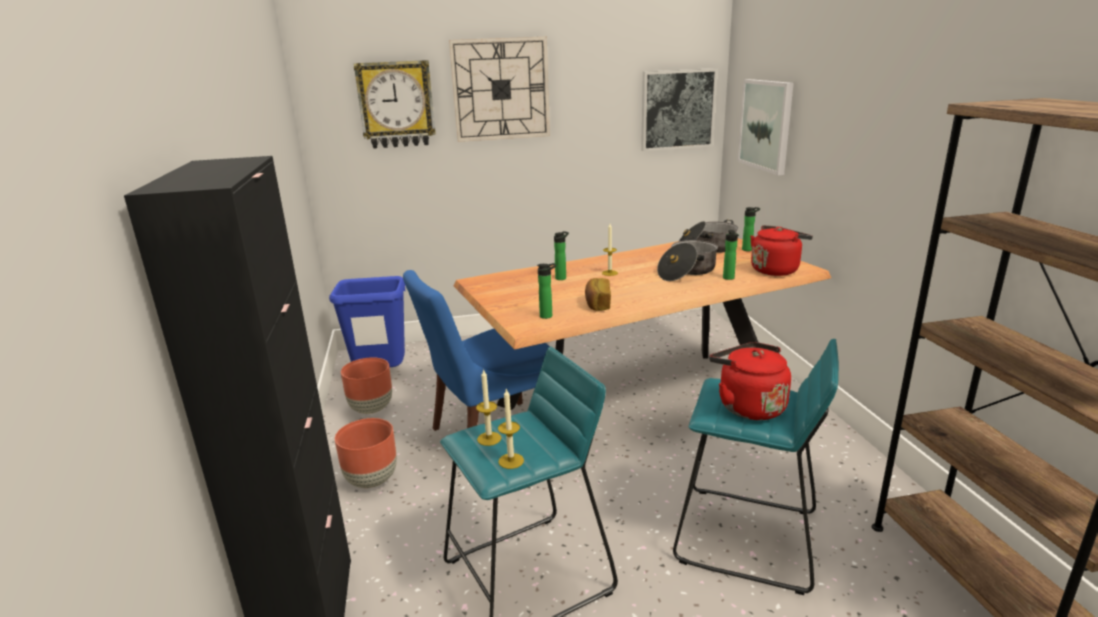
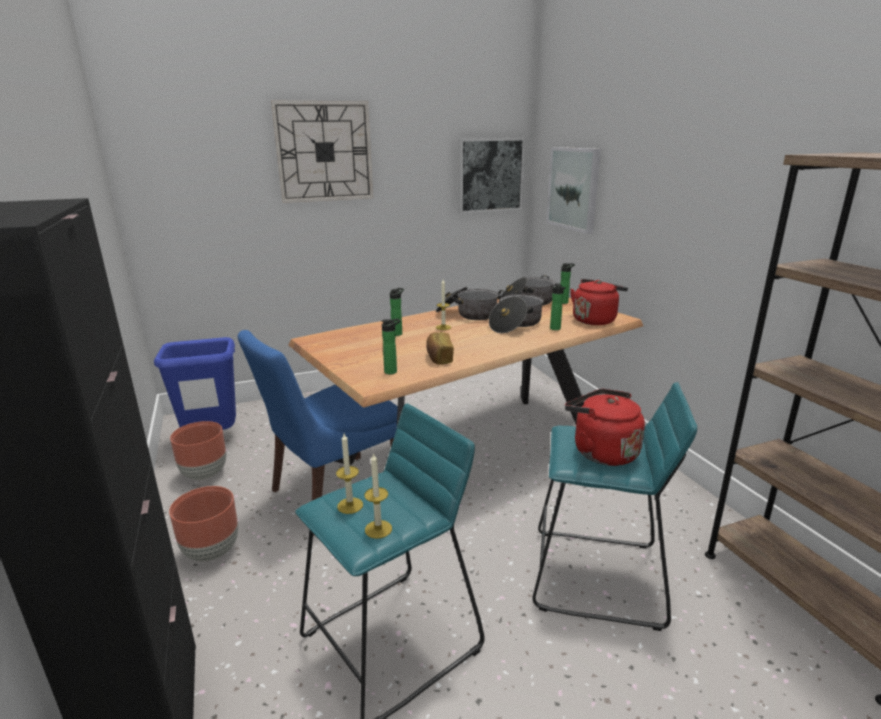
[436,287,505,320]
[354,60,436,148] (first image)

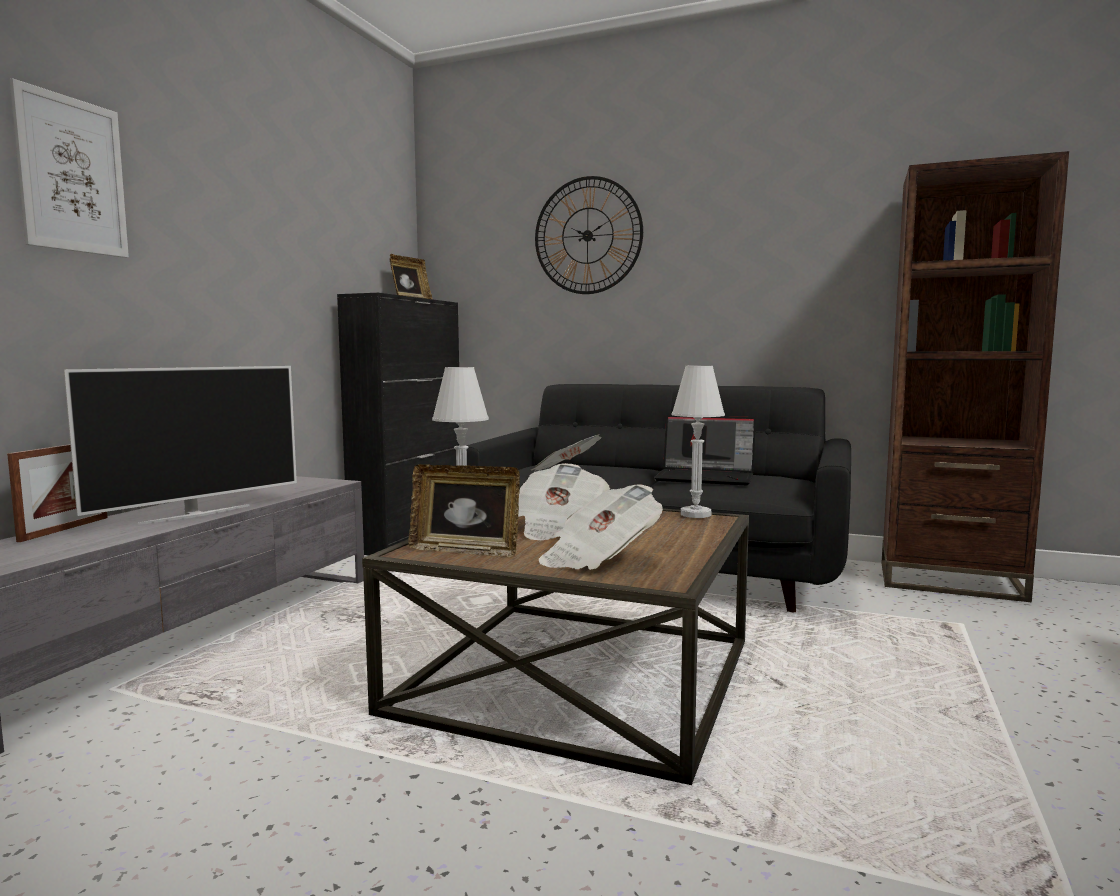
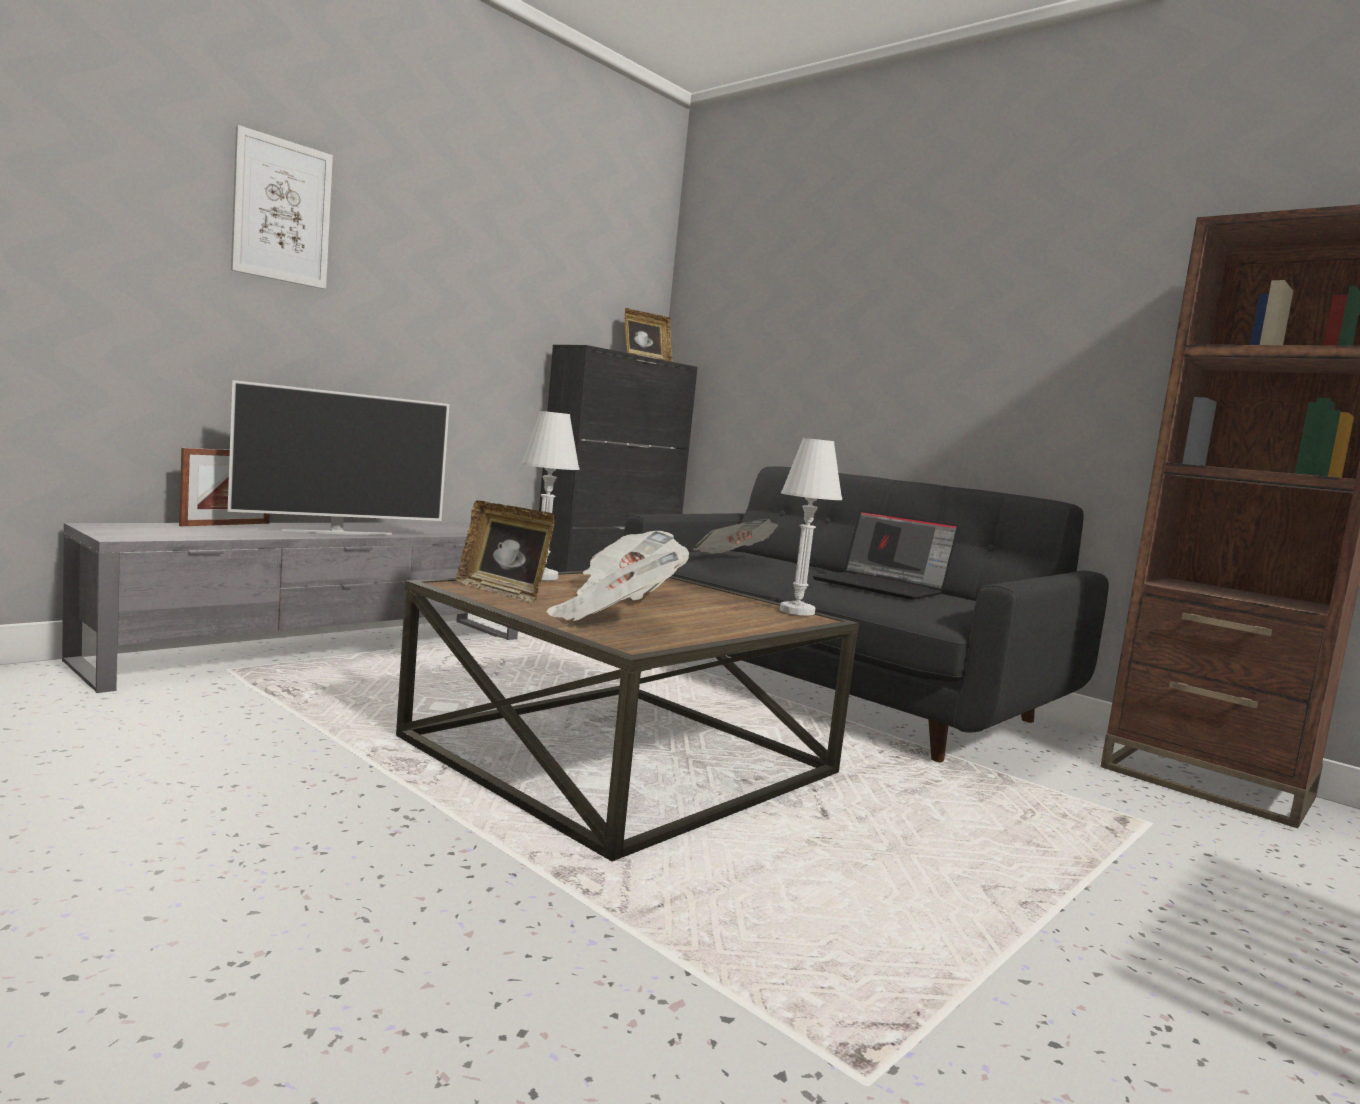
[535,176,643,294] (first image)

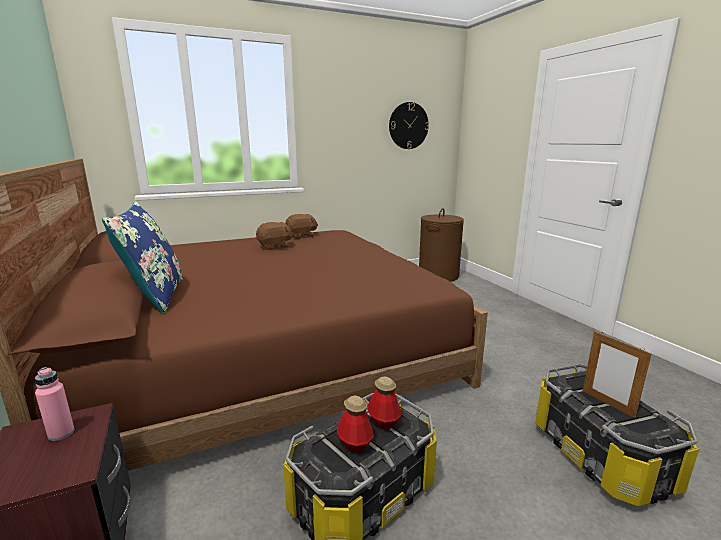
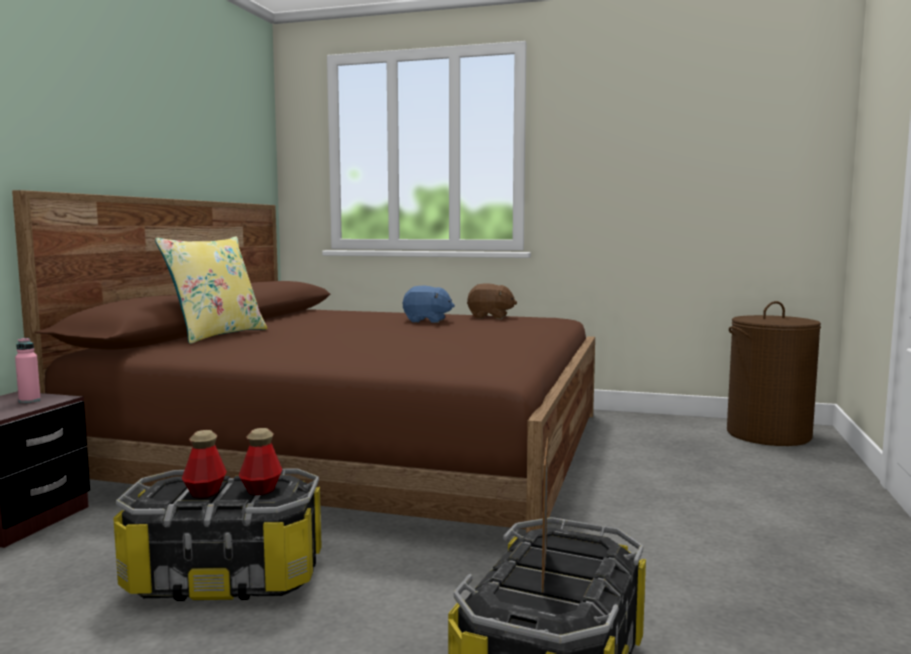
[155,236,267,344]
[403,286,455,323]
[389,102,429,149] (first image)

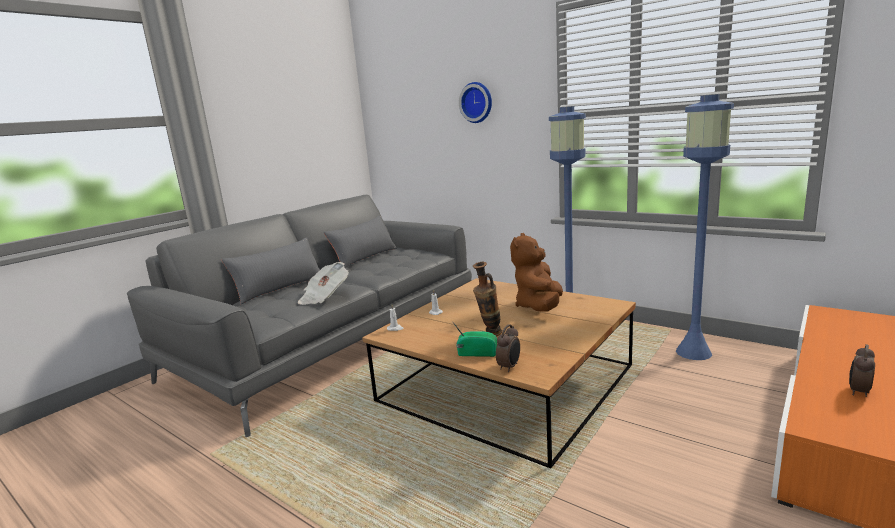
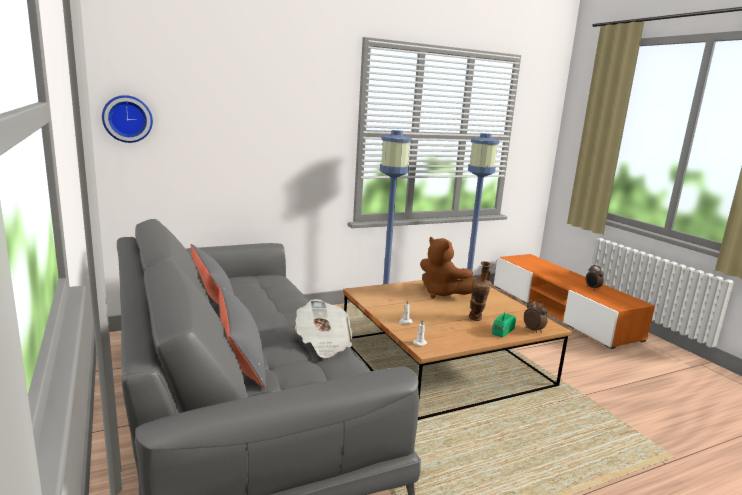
[102,95,153,143]

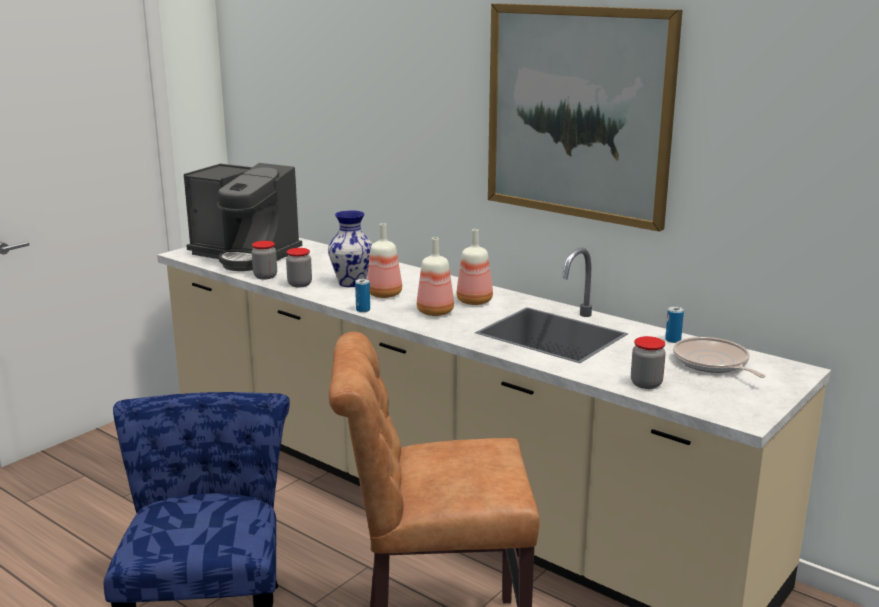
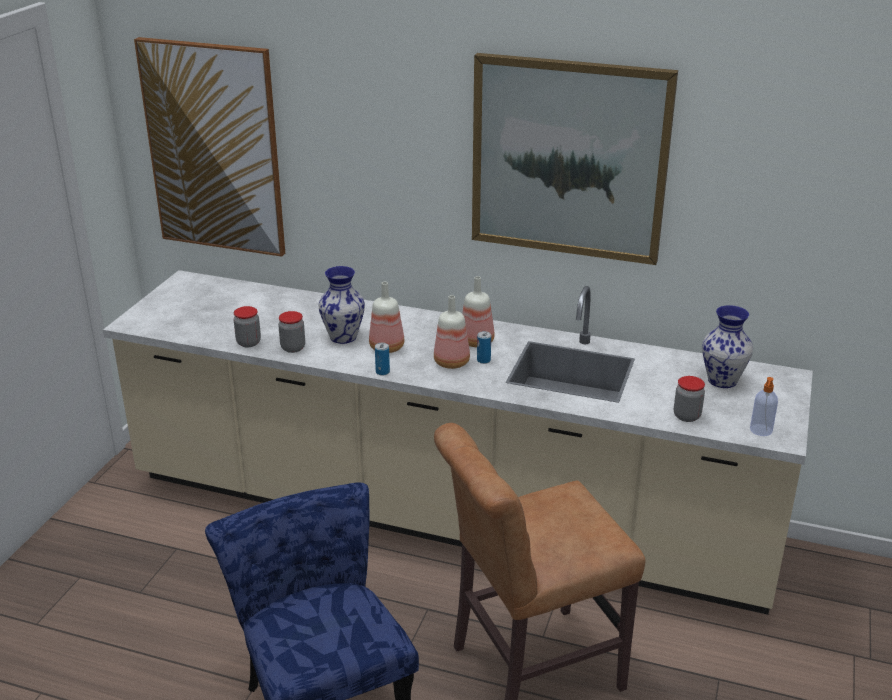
[134,37,285,257]
[477,331,491,364]
[702,305,753,388]
[750,377,778,436]
[184,163,302,271] (first image)

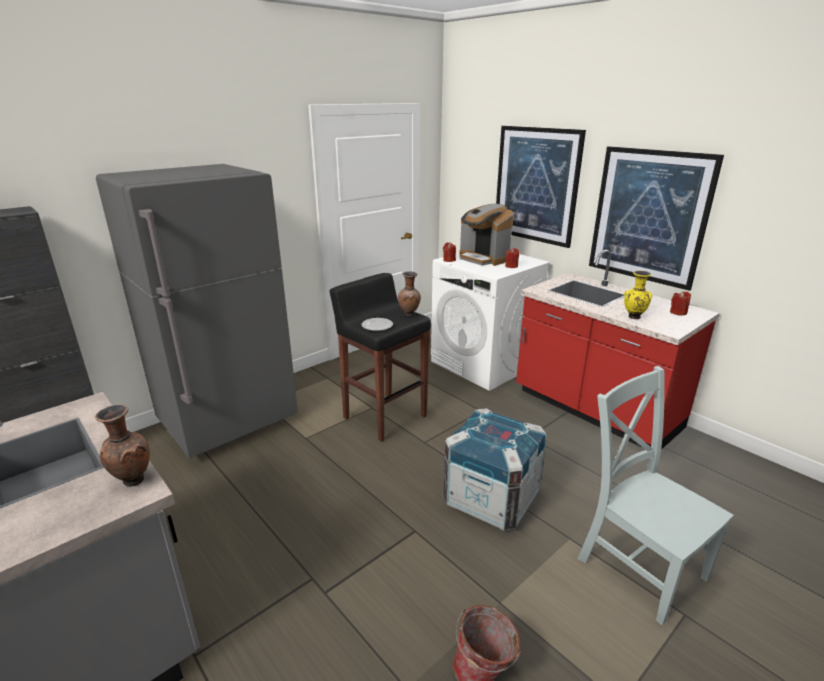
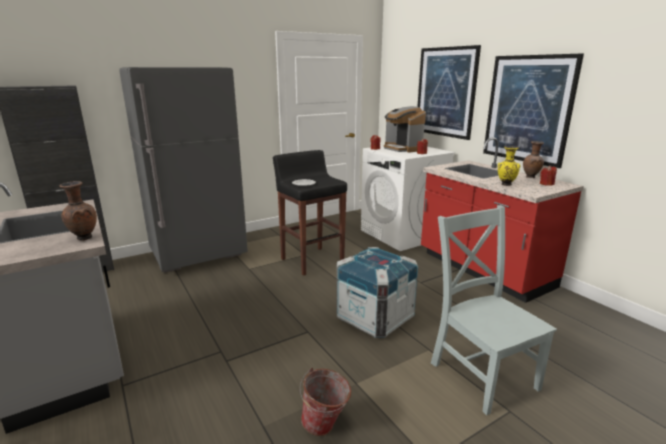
[523,141,544,178]

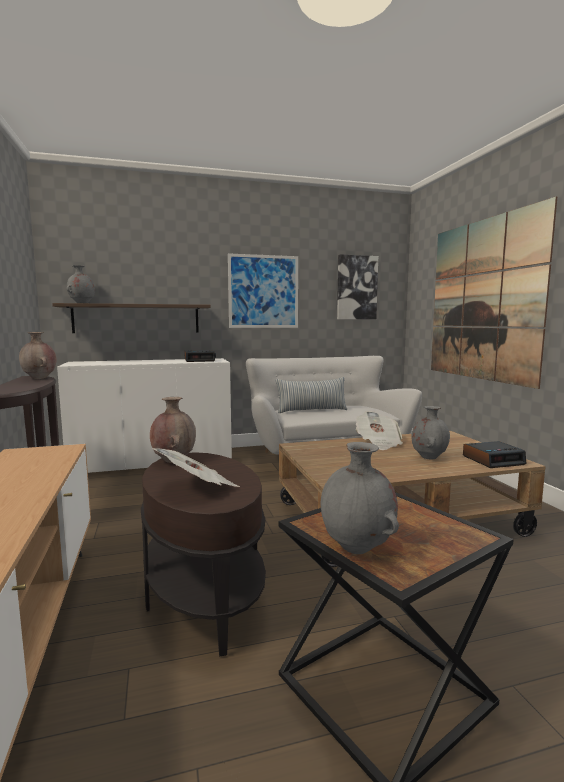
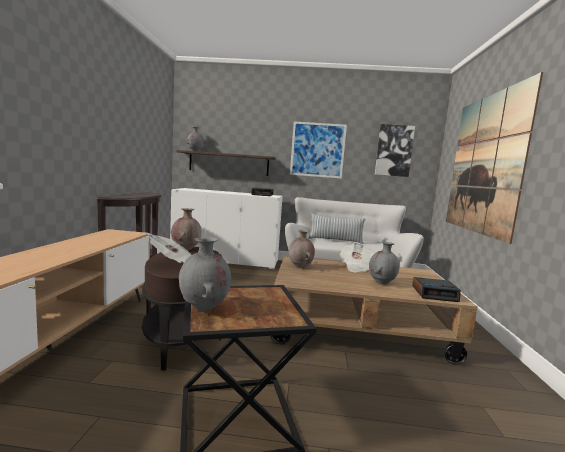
[289,230,315,268]

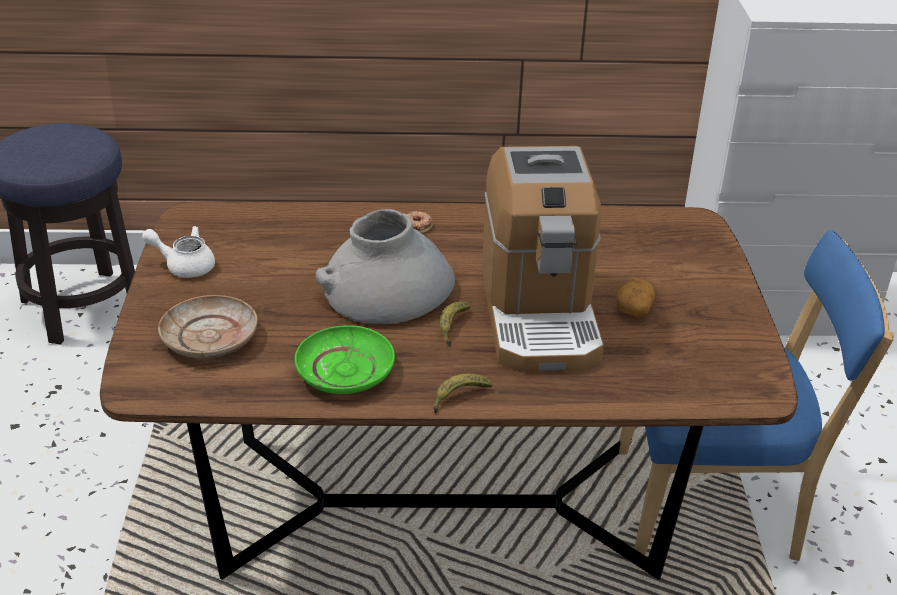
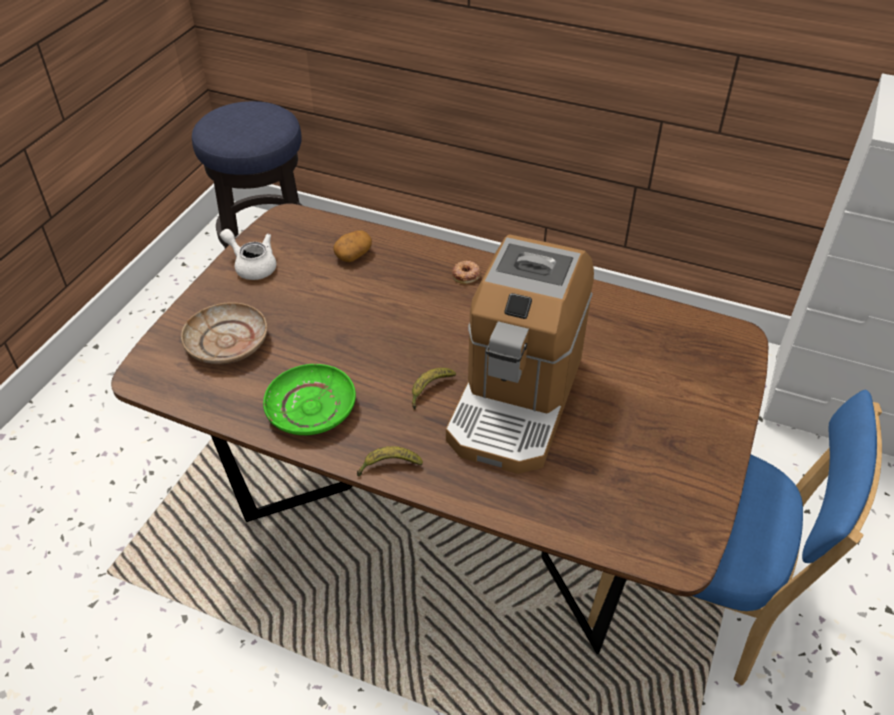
[333,230,372,262]
[316,209,455,324] (first image)

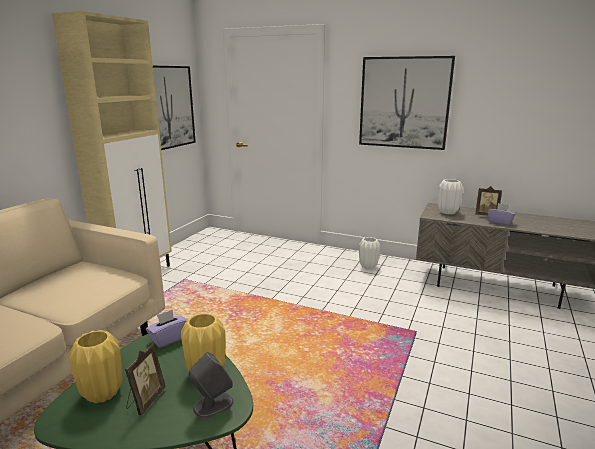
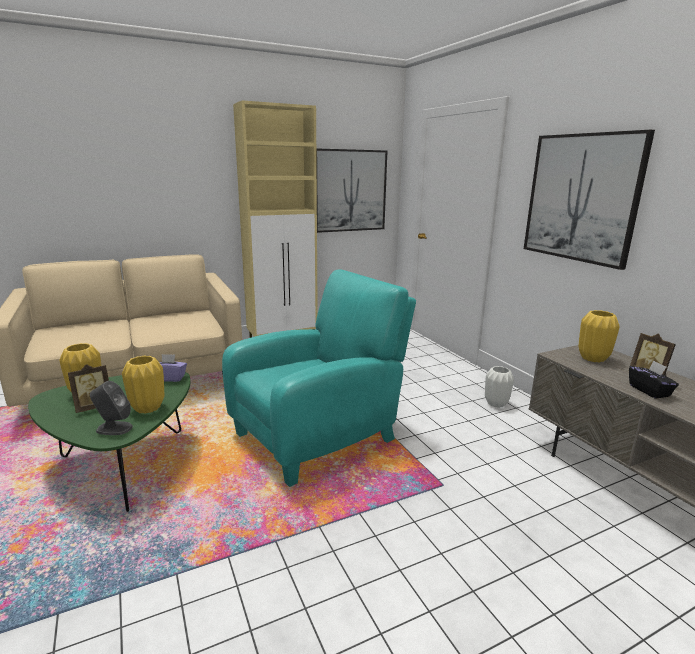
[222,269,416,487]
[578,310,620,362]
[629,360,679,399]

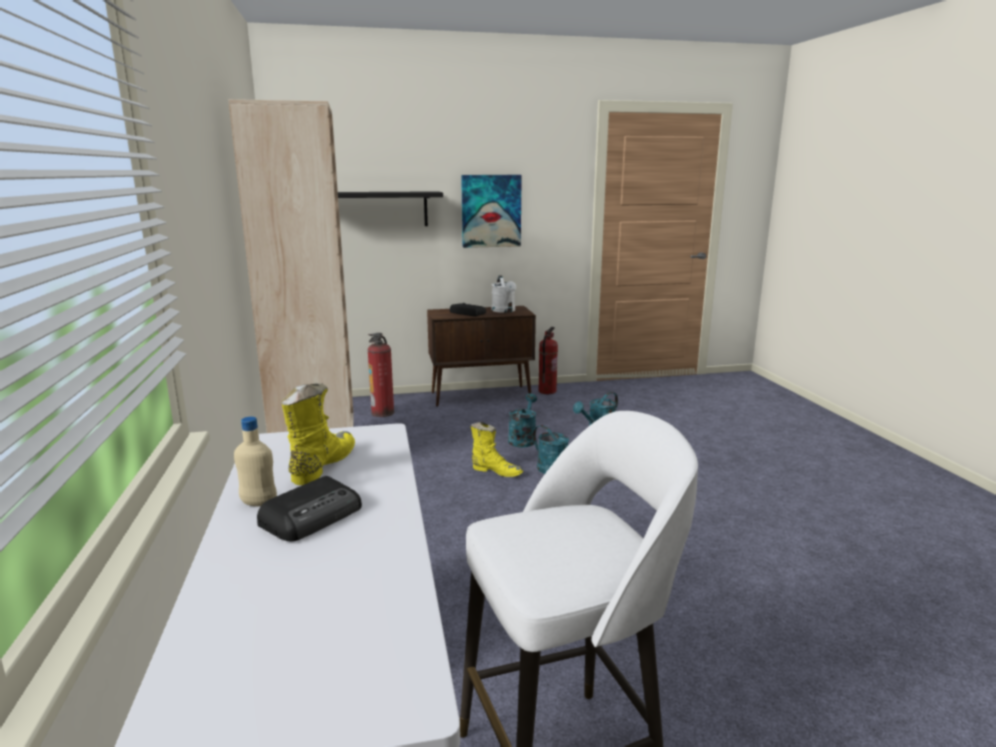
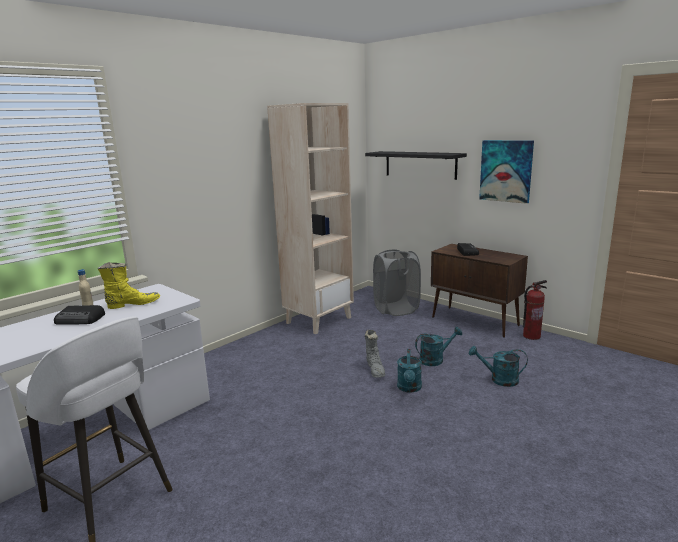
[365,330,385,378]
[373,249,421,316]
[492,275,516,313] (first image)

